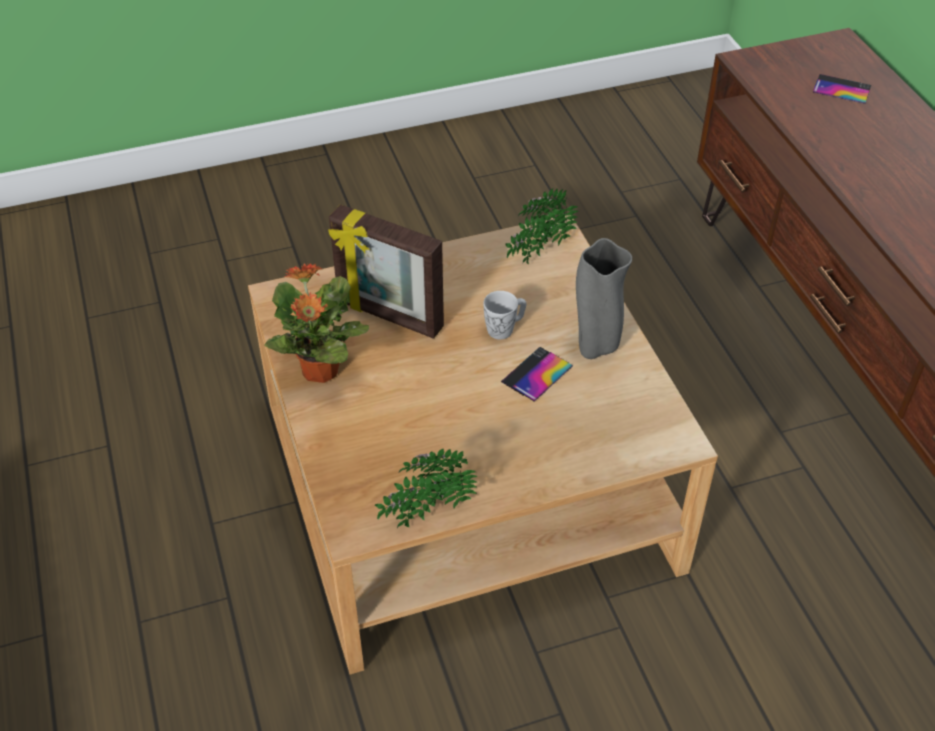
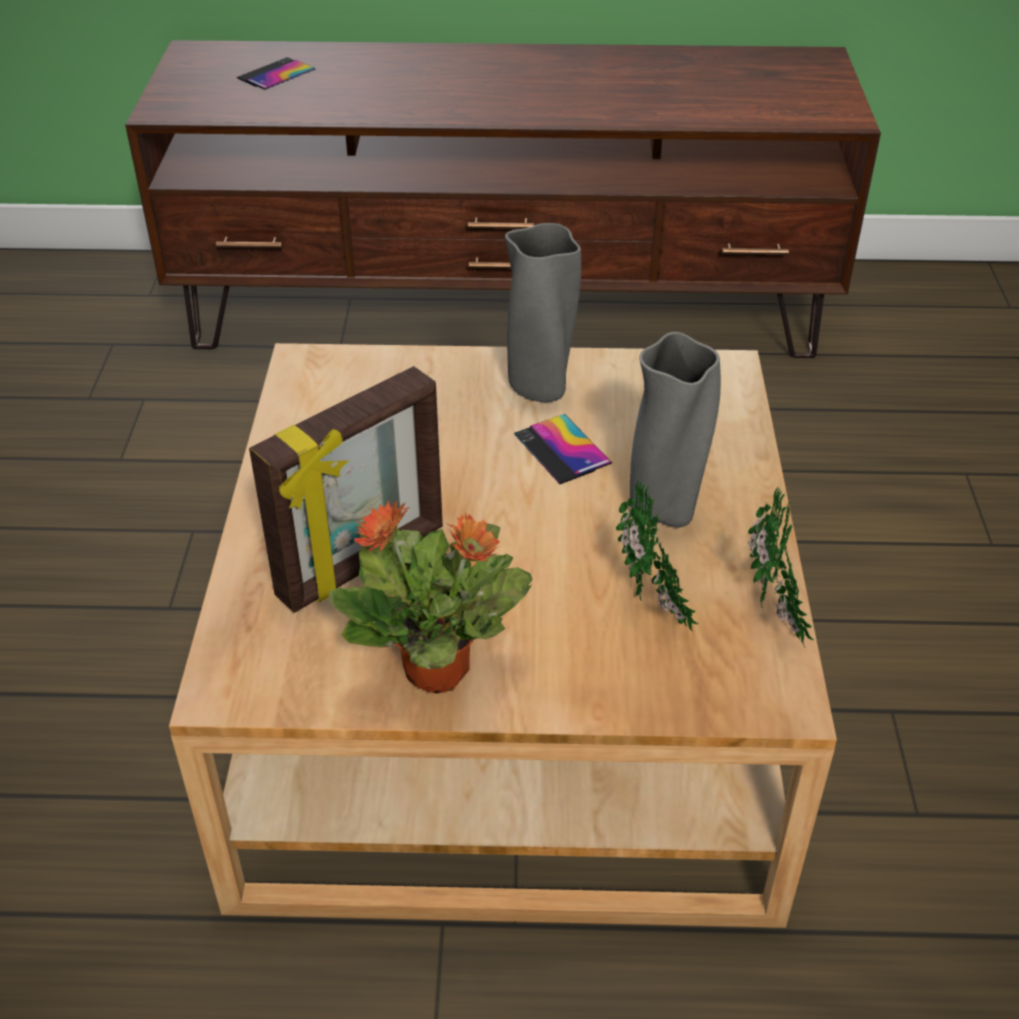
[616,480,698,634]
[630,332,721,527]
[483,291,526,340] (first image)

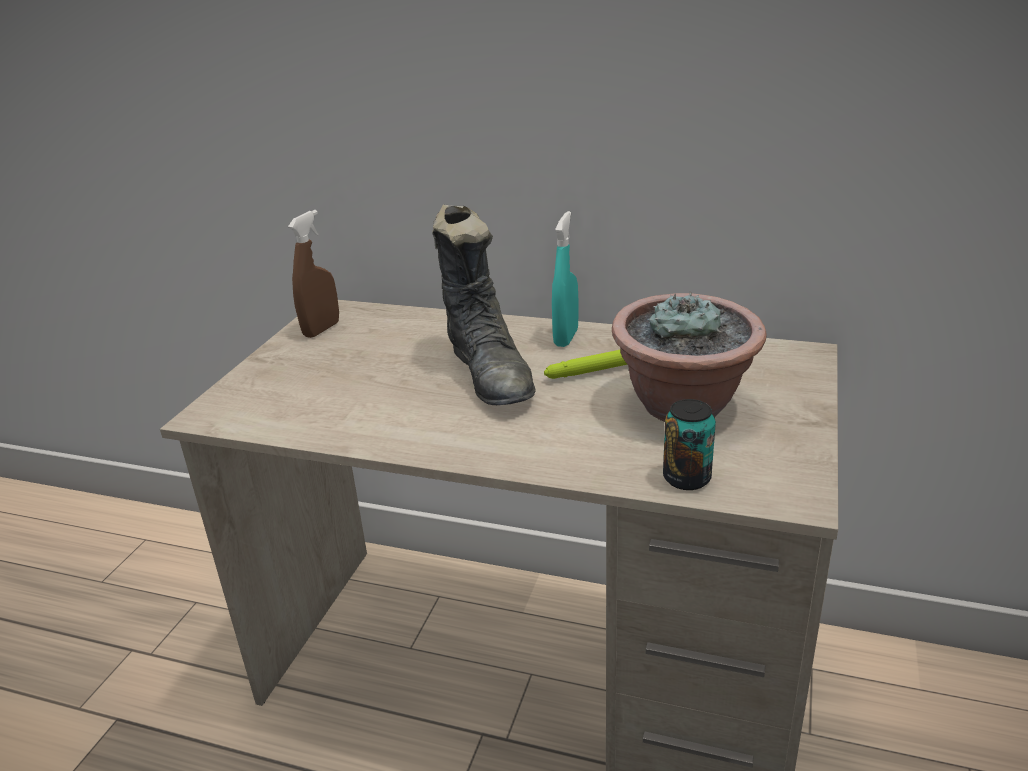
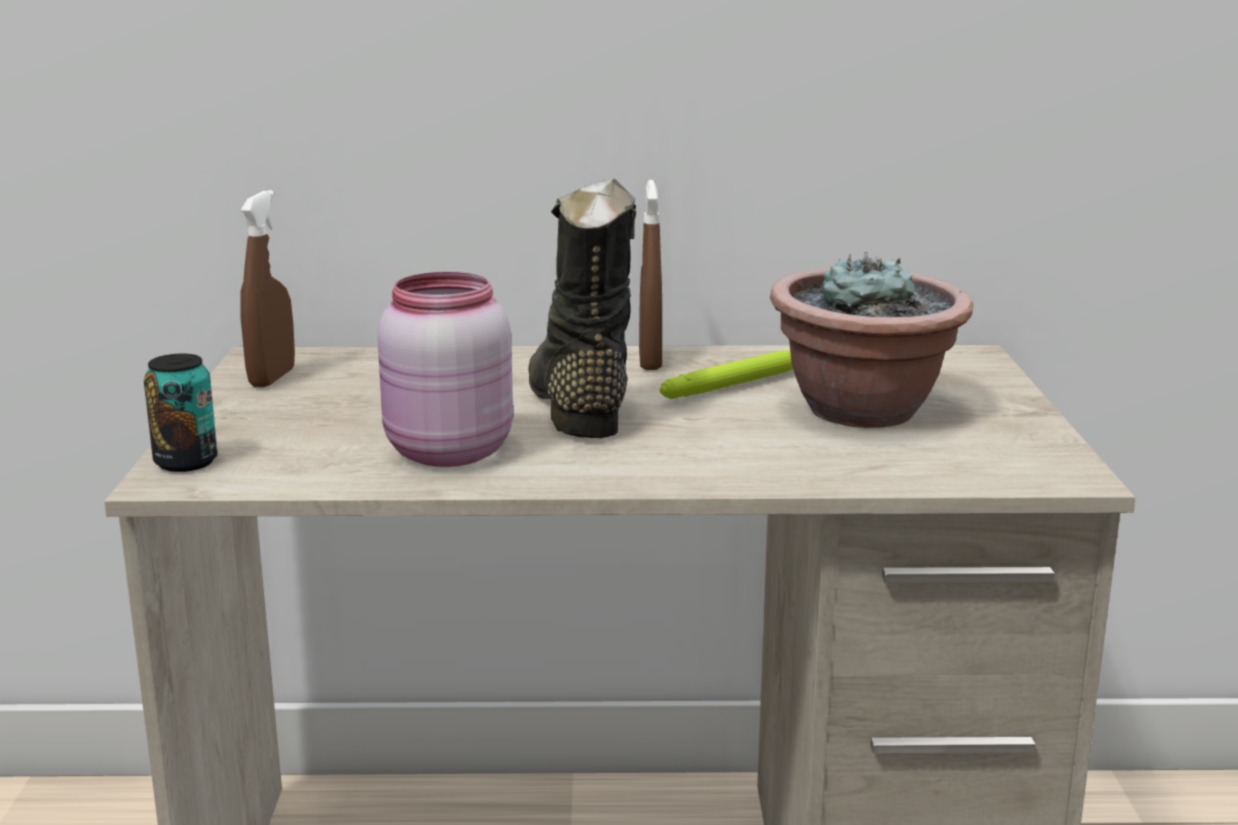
[144,354,218,472]
[377,272,513,467]
[529,178,636,438]
[639,180,662,370]

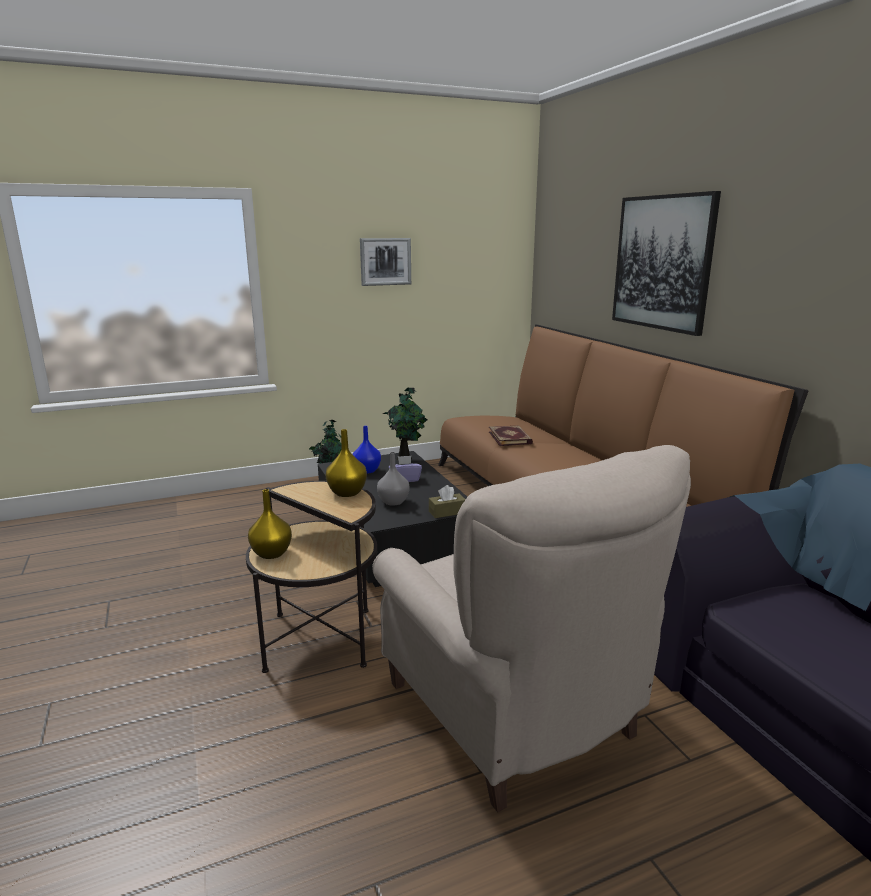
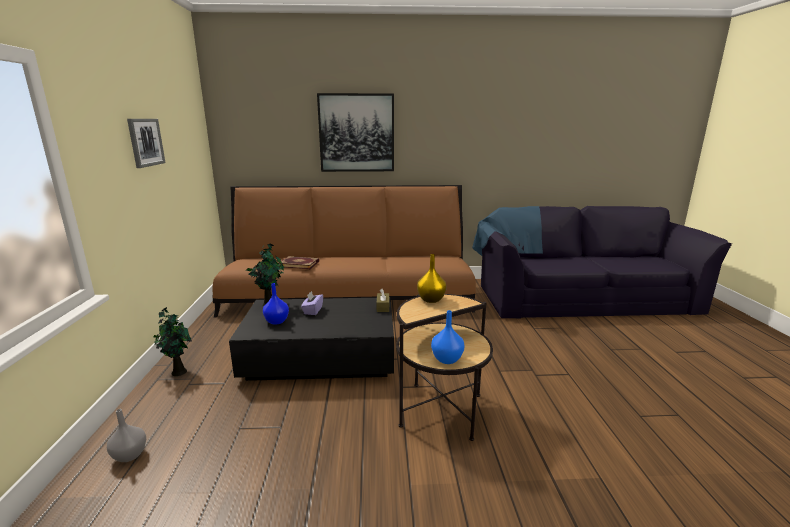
[107,409,146,462]
[431,310,464,364]
[372,445,691,812] (first image)

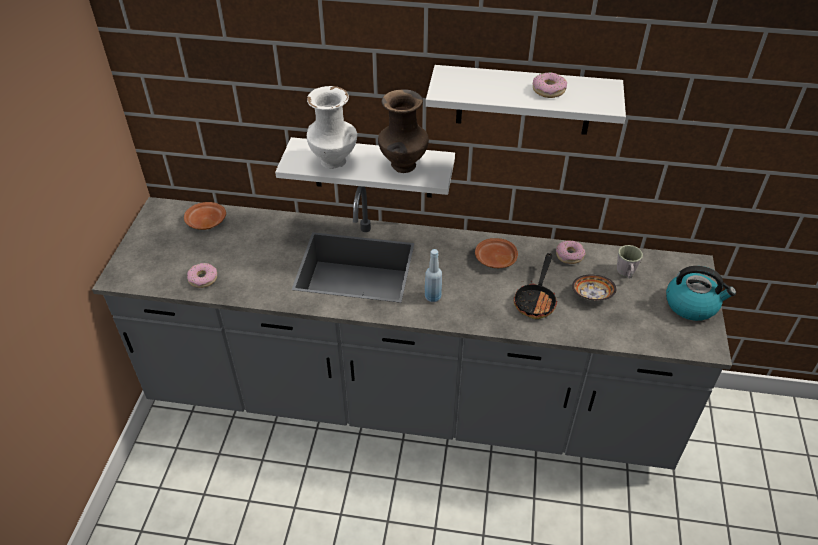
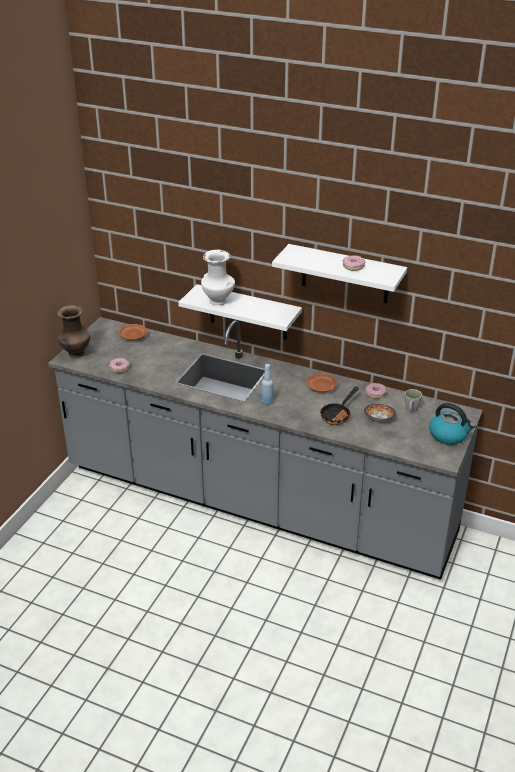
[57,305,90,358]

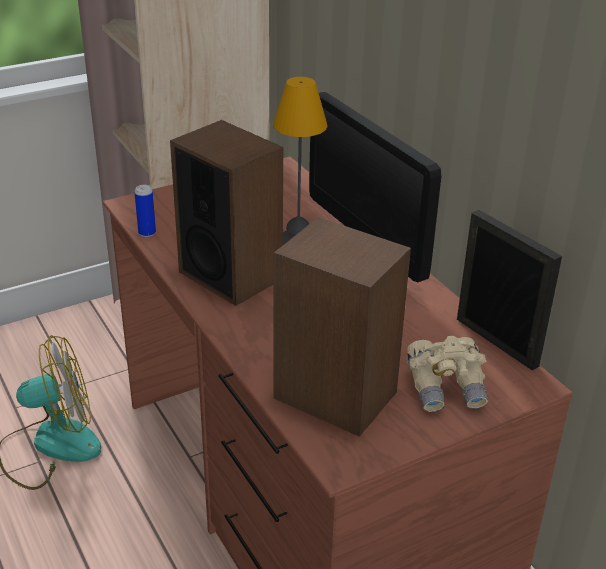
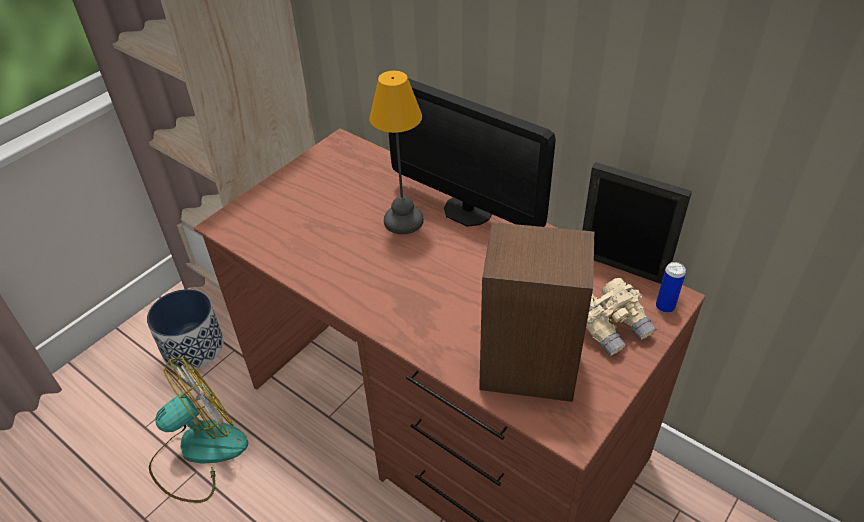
[147,289,224,371]
[656,262,686,313]
[170,120,283,306] (first image)

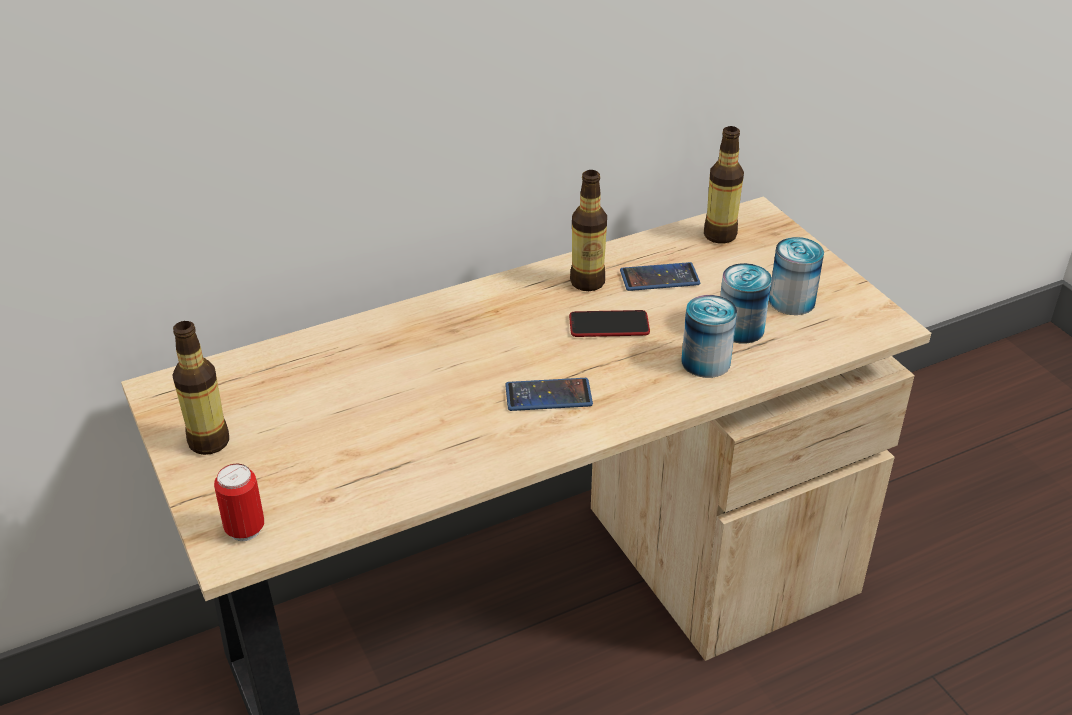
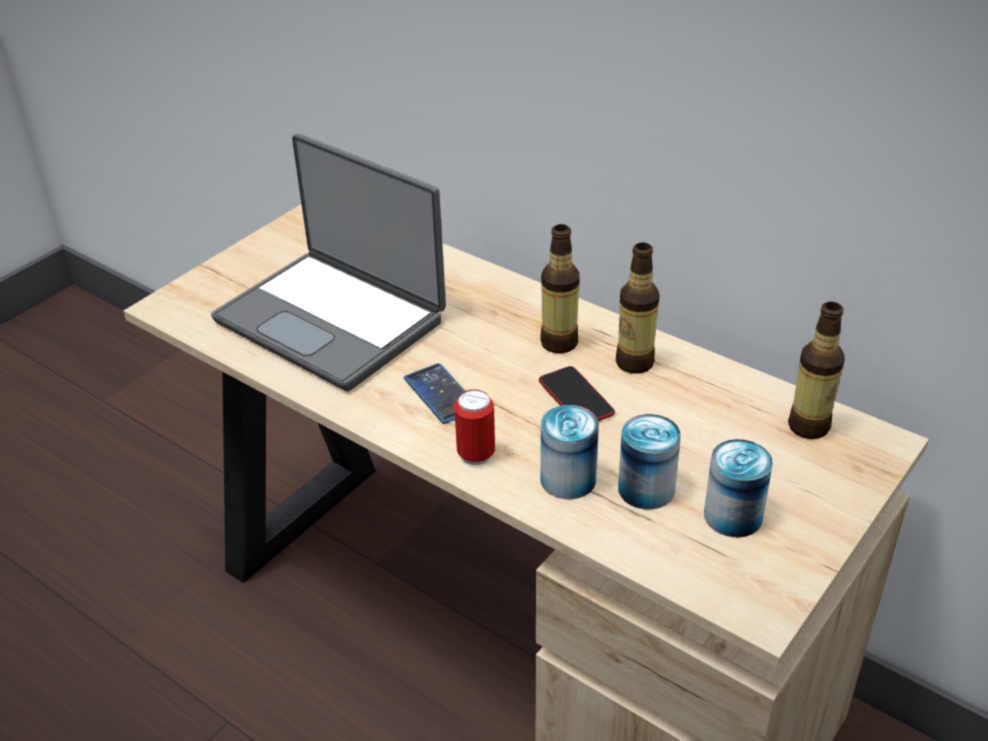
[211,134,446,391]
[455,390,495,465]
[540,224,580,353]
[620,262,700,291] (first image)

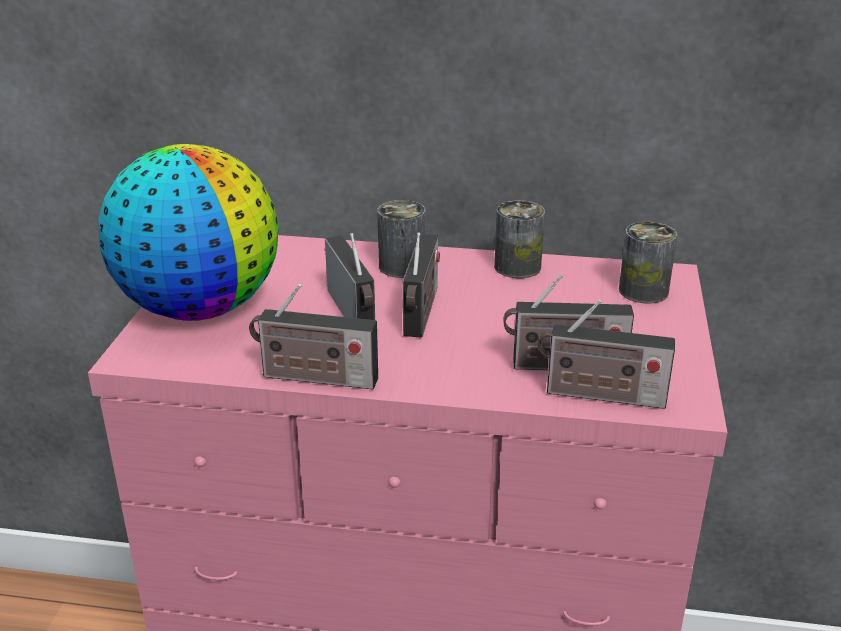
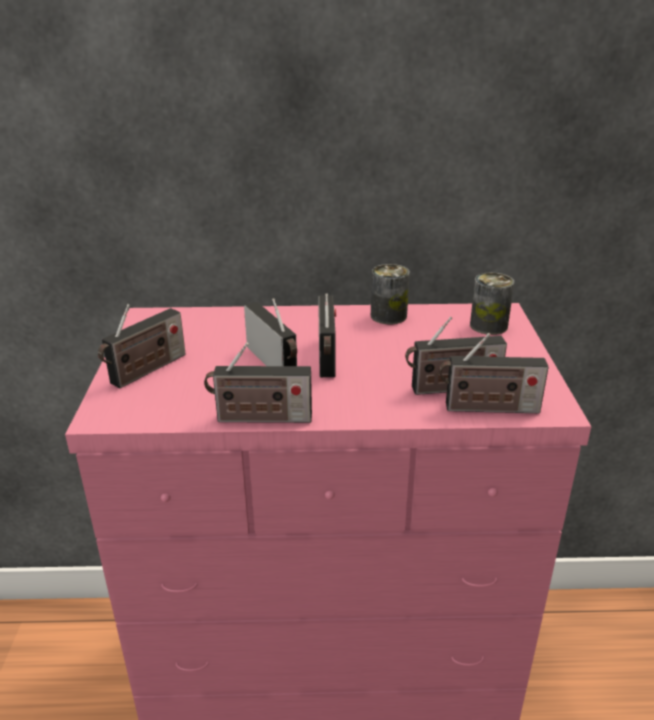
[98,304,186,388]
[377,200,425,278] (first image)

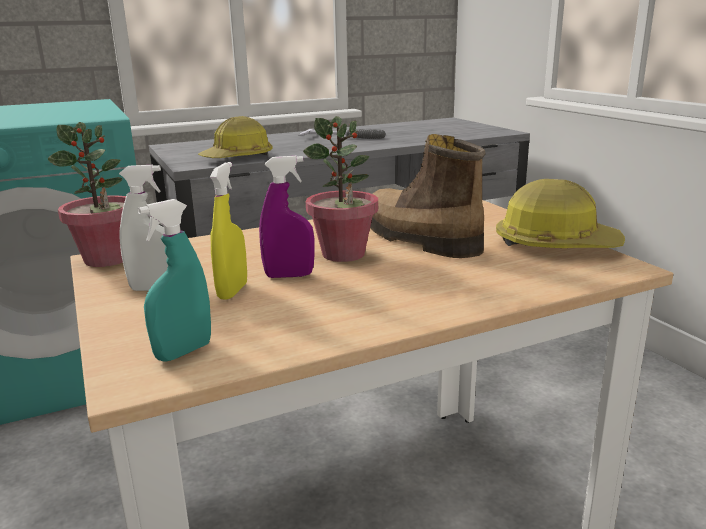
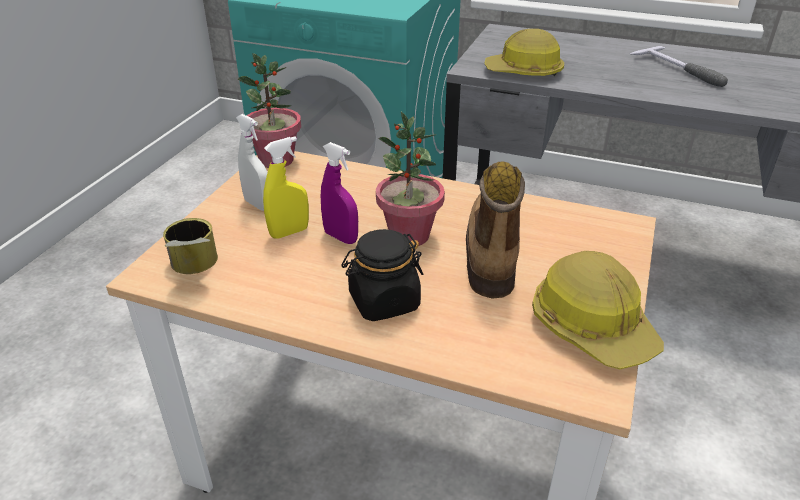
[163,218,218,274]
[341,229,423,321]

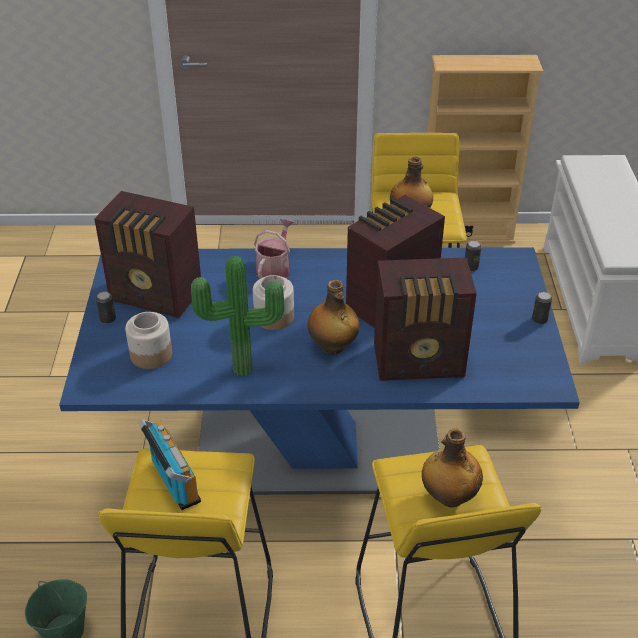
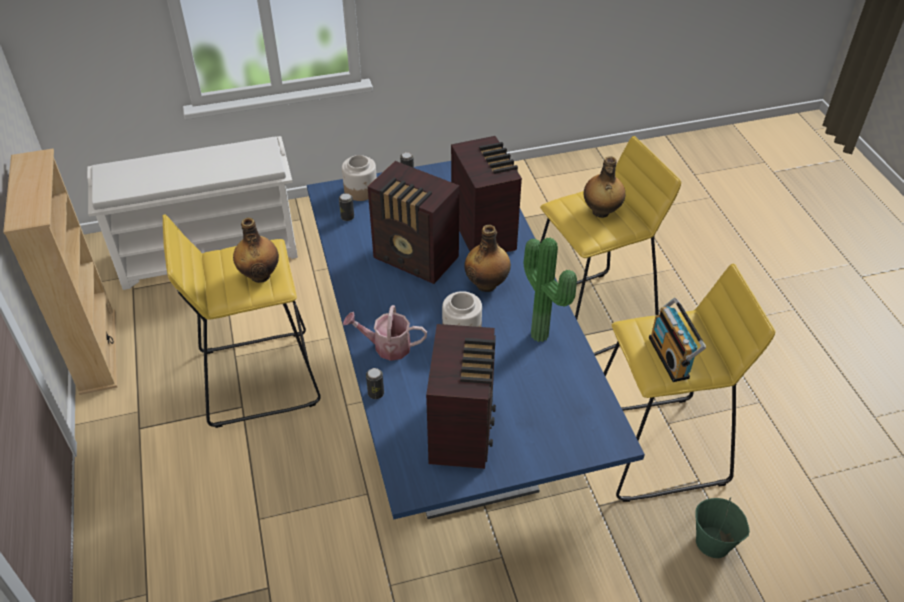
[342,155,377,201]
[366,368,384,399]
[649,298,706,382]

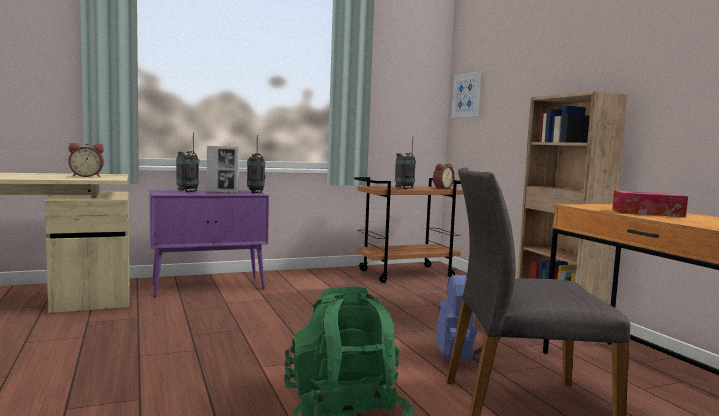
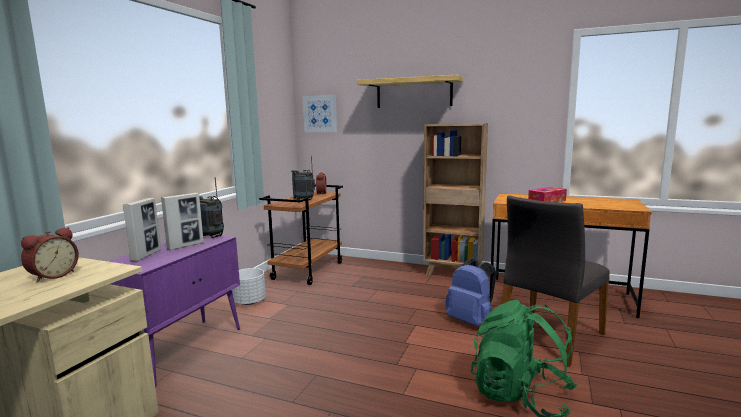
[123,198,161,261]
[232,268,266,305]
[357,75,463,108]

